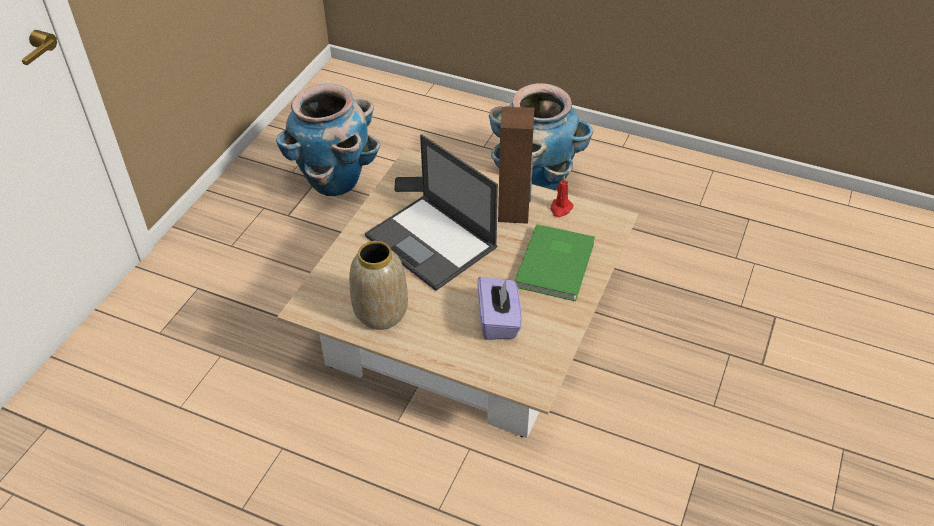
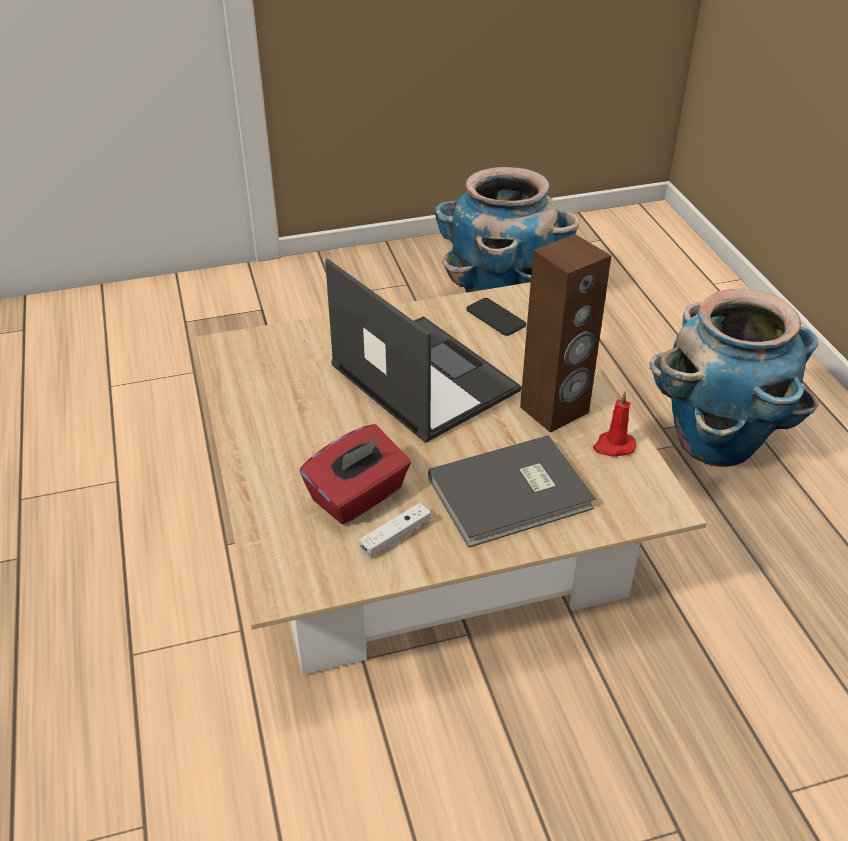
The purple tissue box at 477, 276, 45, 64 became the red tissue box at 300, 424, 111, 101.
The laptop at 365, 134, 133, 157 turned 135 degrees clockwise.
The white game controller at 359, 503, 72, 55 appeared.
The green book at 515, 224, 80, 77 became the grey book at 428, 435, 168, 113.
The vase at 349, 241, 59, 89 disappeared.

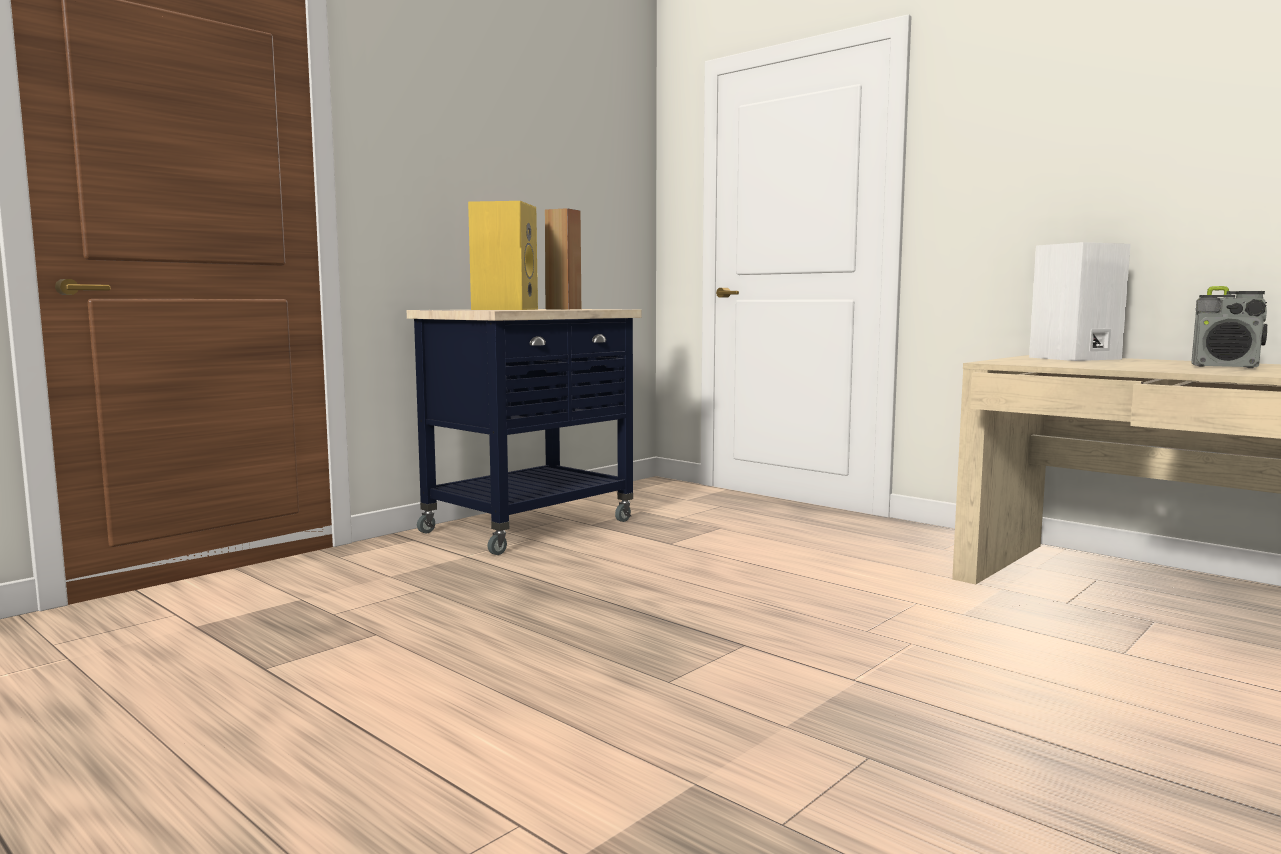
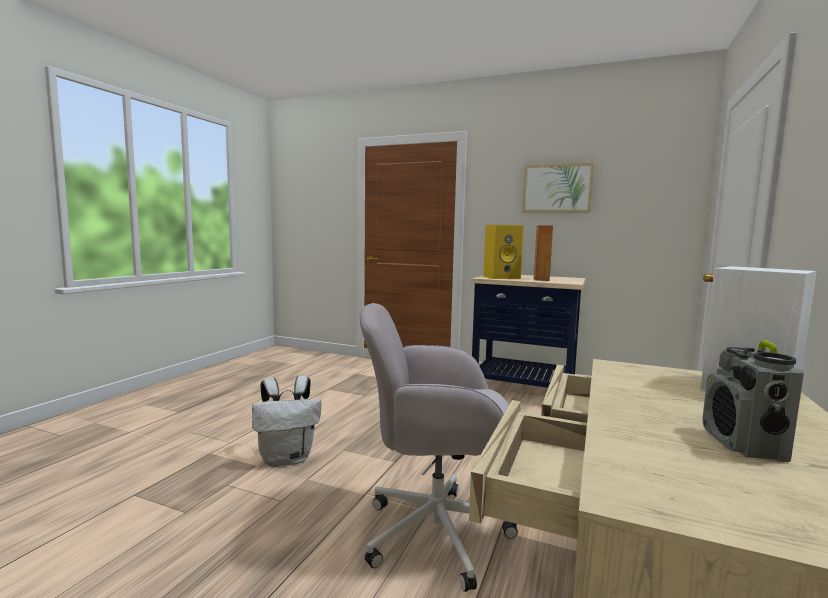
The white backpack at 252, 376, 70, 91 appeared.
The grey office chair at 360, 303, 158, 289 appeared.
The picture at 522, 163, 72, 50 appeared.

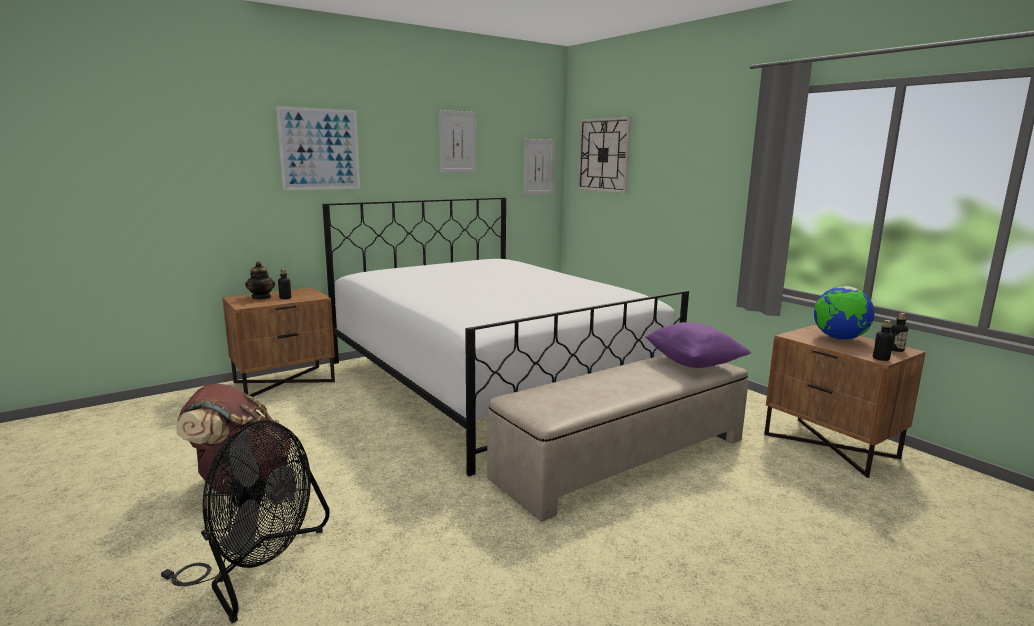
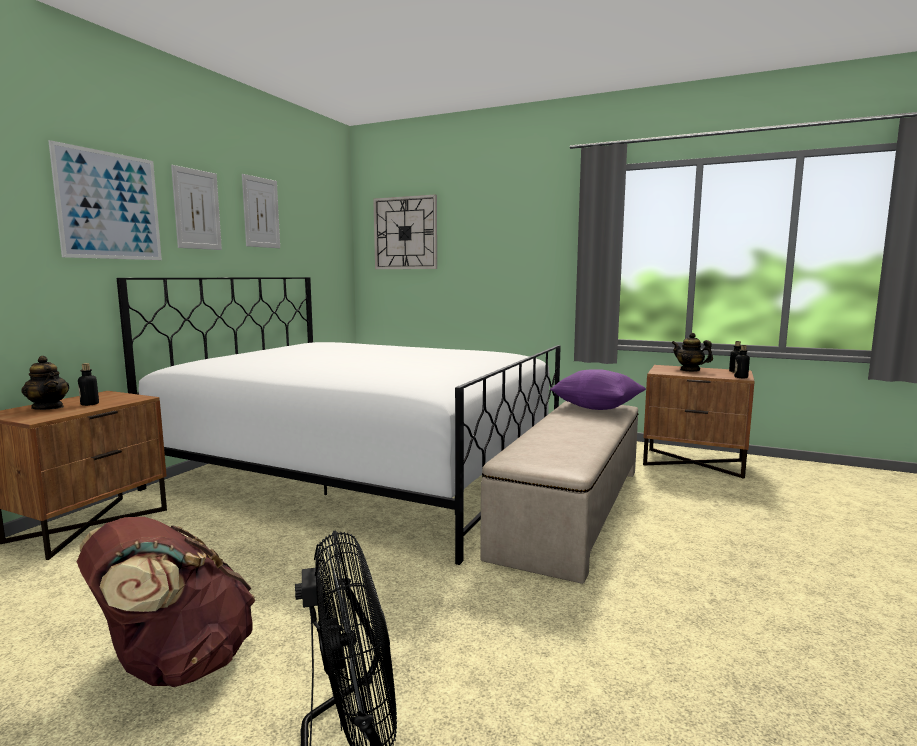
The picture moved from 524, 139, 31, 56 to 171, 165, 51, 85.
The globe at 814, 286, 61, 54 was replaced by the teapot at 672, 333, 41, 39.

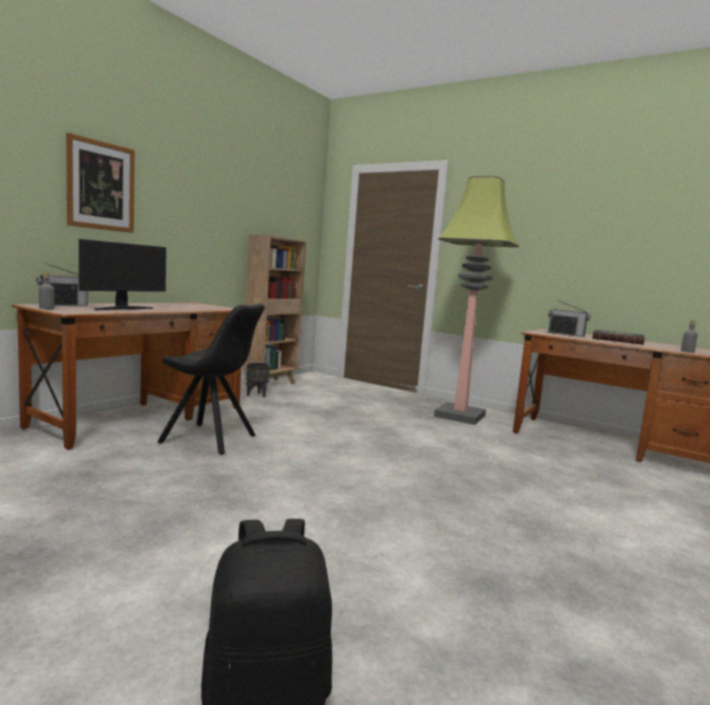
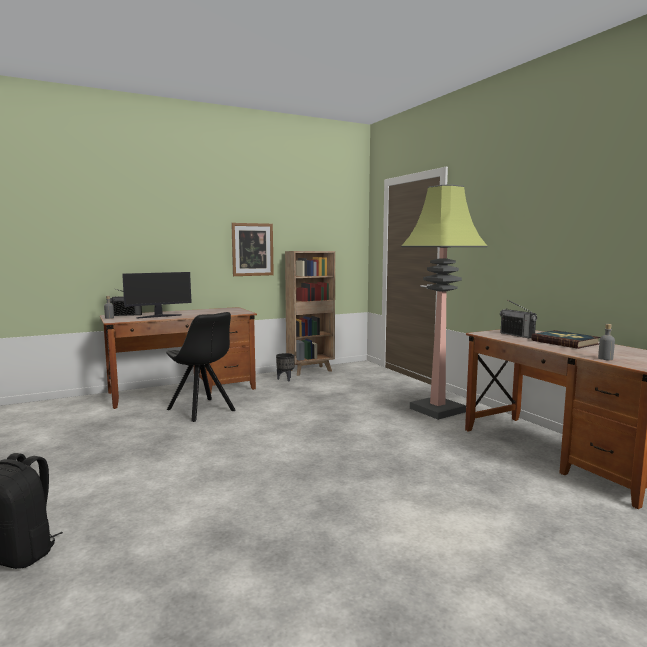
The picture moved from 66, 133, 69, 100 to 231, 223, 43, 53.

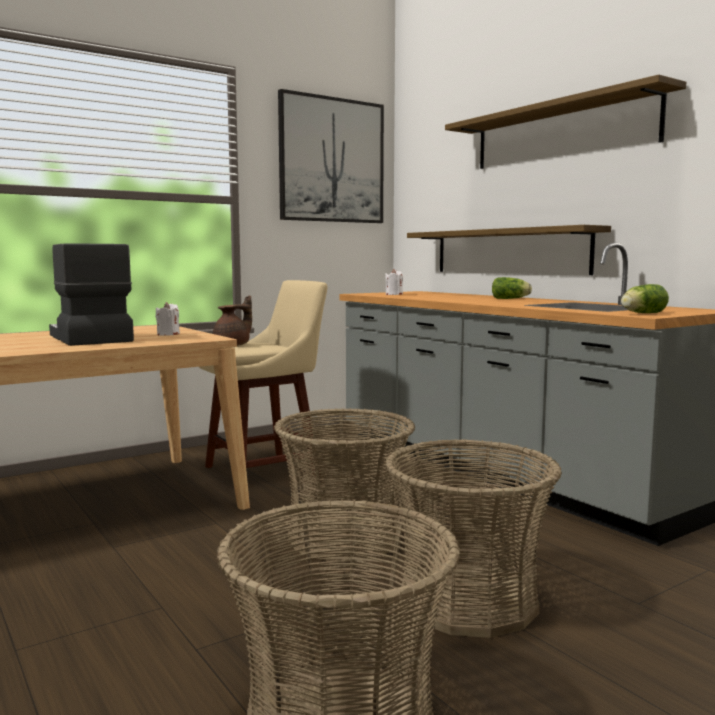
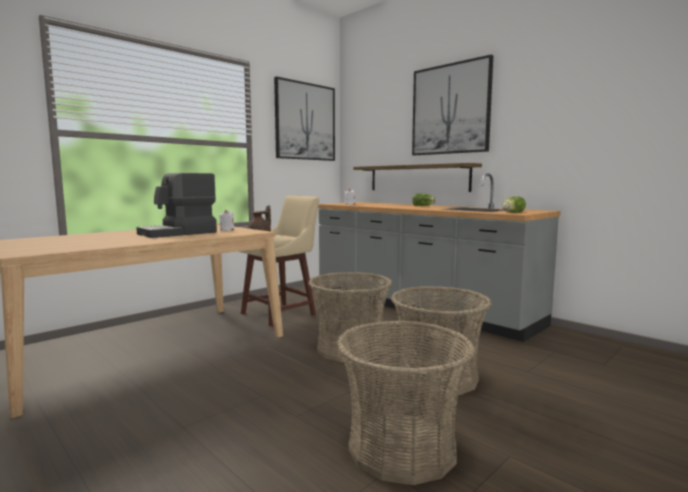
The coffee machine at 49, 243, 85, 103 turned 90 degrees counterclockwise.
The shelf at 445, 75, 241, 94 was replaced by the picture at 412, 55, 81, 100.

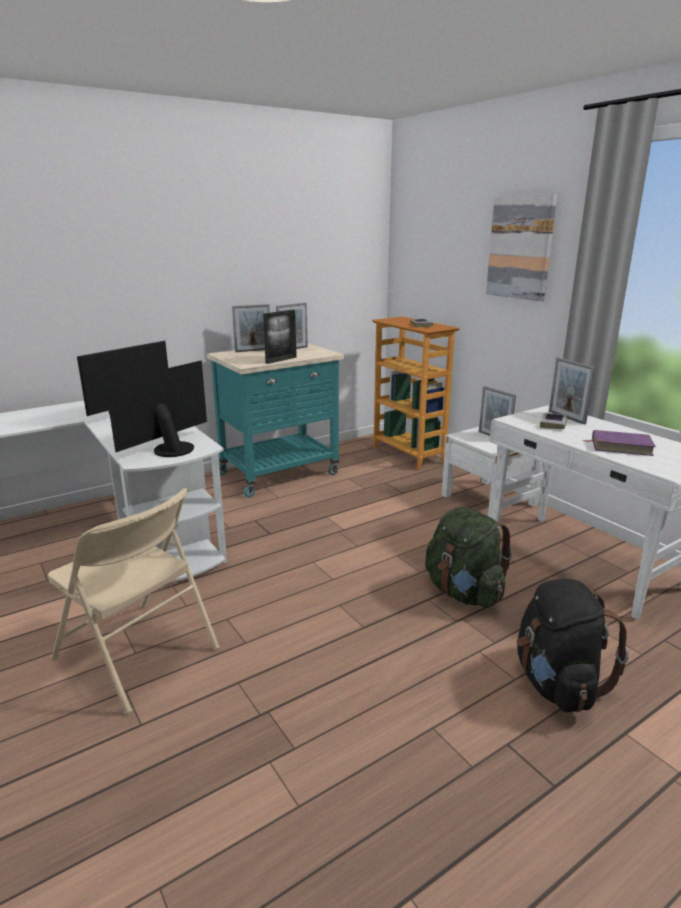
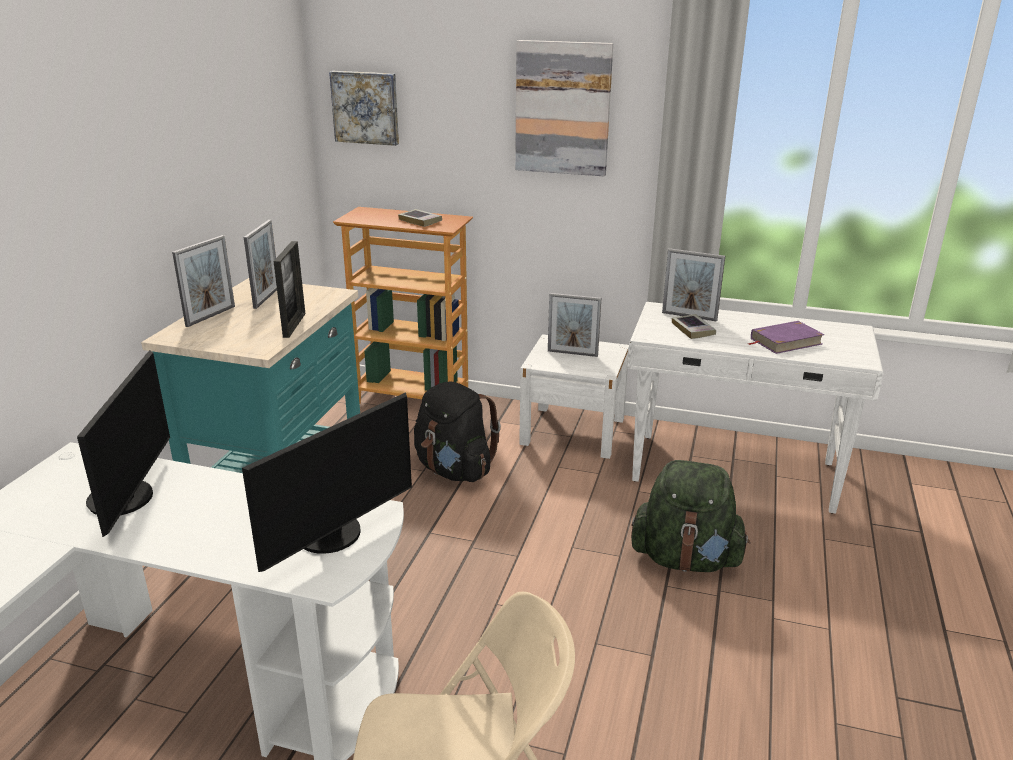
The monitor at 105, 360, 102, 97 turned 135 degrees counterclockwise.
The picture at 329, 71, 70, 75 appeared.
The black backpack moved from 517, 579, 112, 133 to 414, 381, 87, 101.

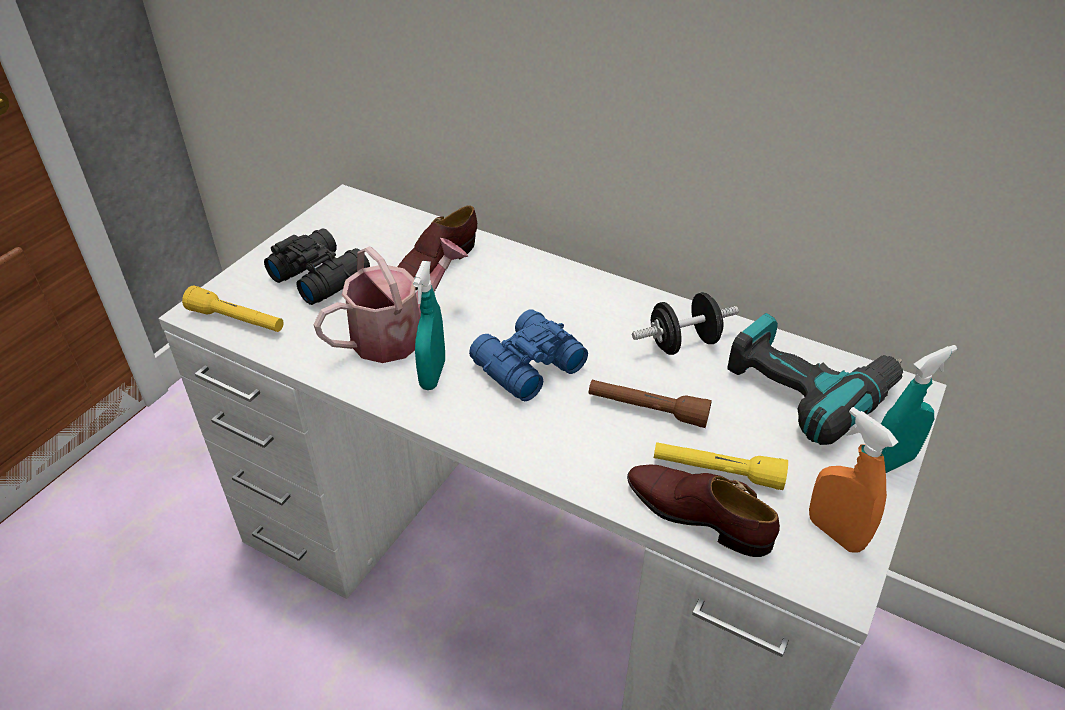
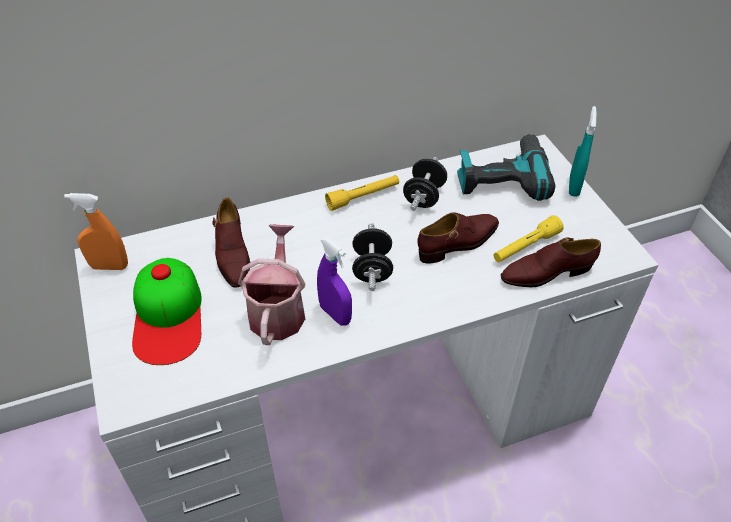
The orange spray bottle moved from 809, 407, 89, 146 to 64, 193, 64, 77.
The black binoculars at 264, 229, 106, 76 was replaced by the cap at 132, 258, 69, 107.
The turquoise spray bottle at 413, 261, 32, 129 became the purple spray bottle at 317, 237, 35, 89.
The yellow flashlight moved from 182, 285, 102, 47 to 325, 175, 74, 36.
The blue binoculars at 469, 309, 119, 92 was replaced by the black dumbbell at 352, 223, 41, 68.
The brown flashlight at 589, 380, 123, 48 was replaced by the brown shoe at 417, 212, 82, 52.

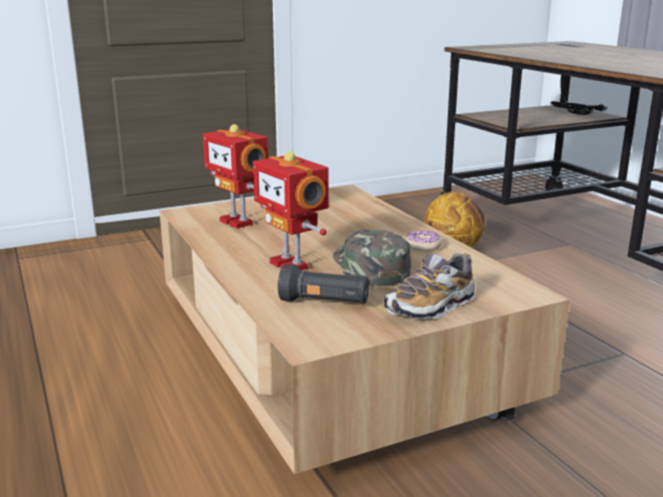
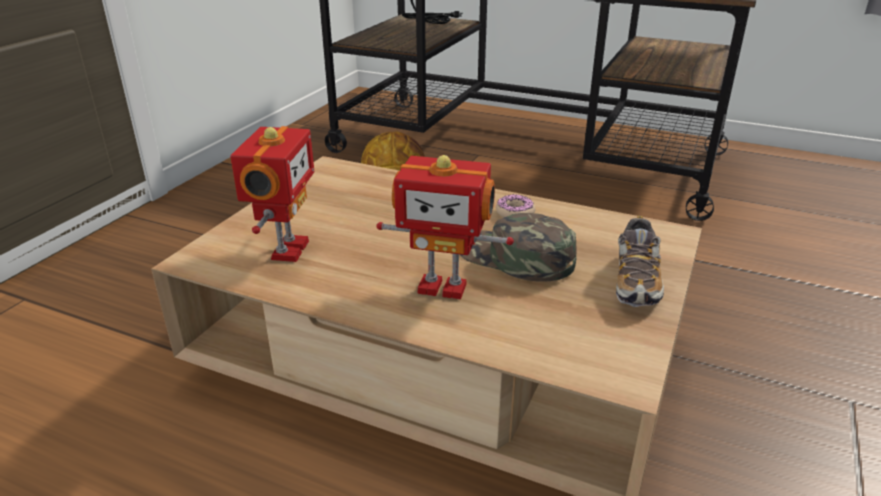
The toy robot at 203, 124, 65, 105 turned 90 degrees counterclockwise.
The black flashlight at 278, 264, 91, 40 disappeared.

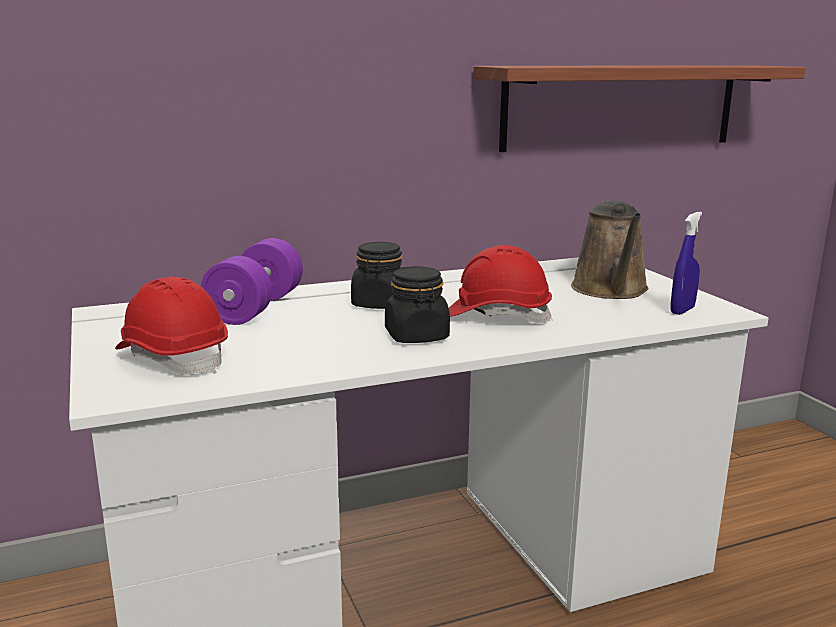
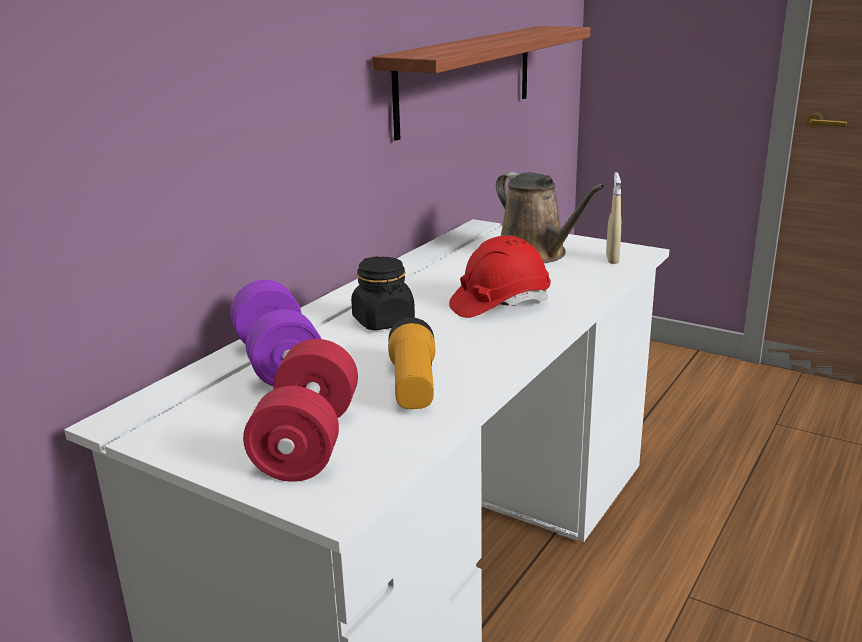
The red hard hat at 115, 276, 113, 99 was replaced by the red dumbbell at 243, 339, 115, 143.
The flashlight at 388, 317, 48, 92 appeared.
The blue spray bottle at 671, 212, 31, 103 became the beige spray bottle at 606, 172, 15, 92.
The black jar at 385, 266, 65, 77 disappeared.

